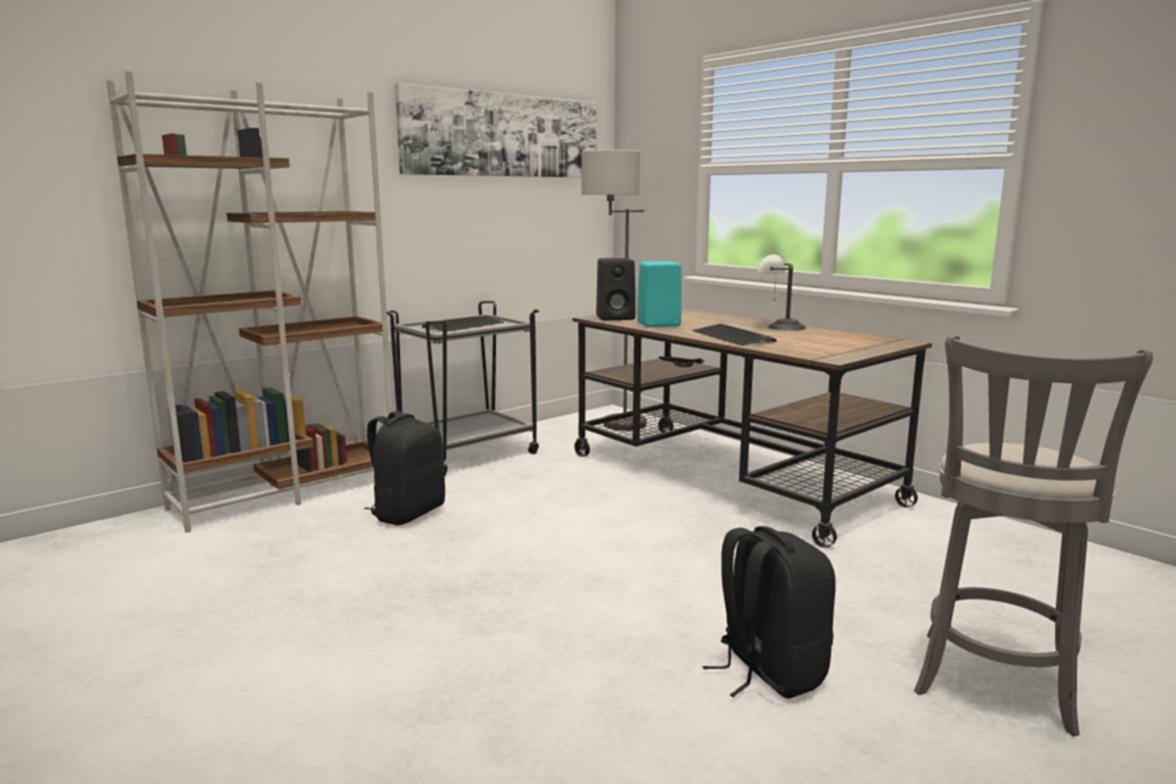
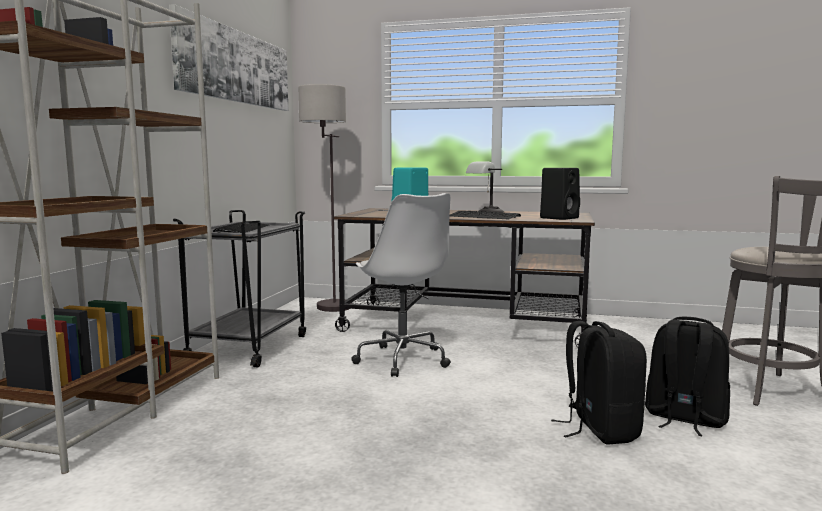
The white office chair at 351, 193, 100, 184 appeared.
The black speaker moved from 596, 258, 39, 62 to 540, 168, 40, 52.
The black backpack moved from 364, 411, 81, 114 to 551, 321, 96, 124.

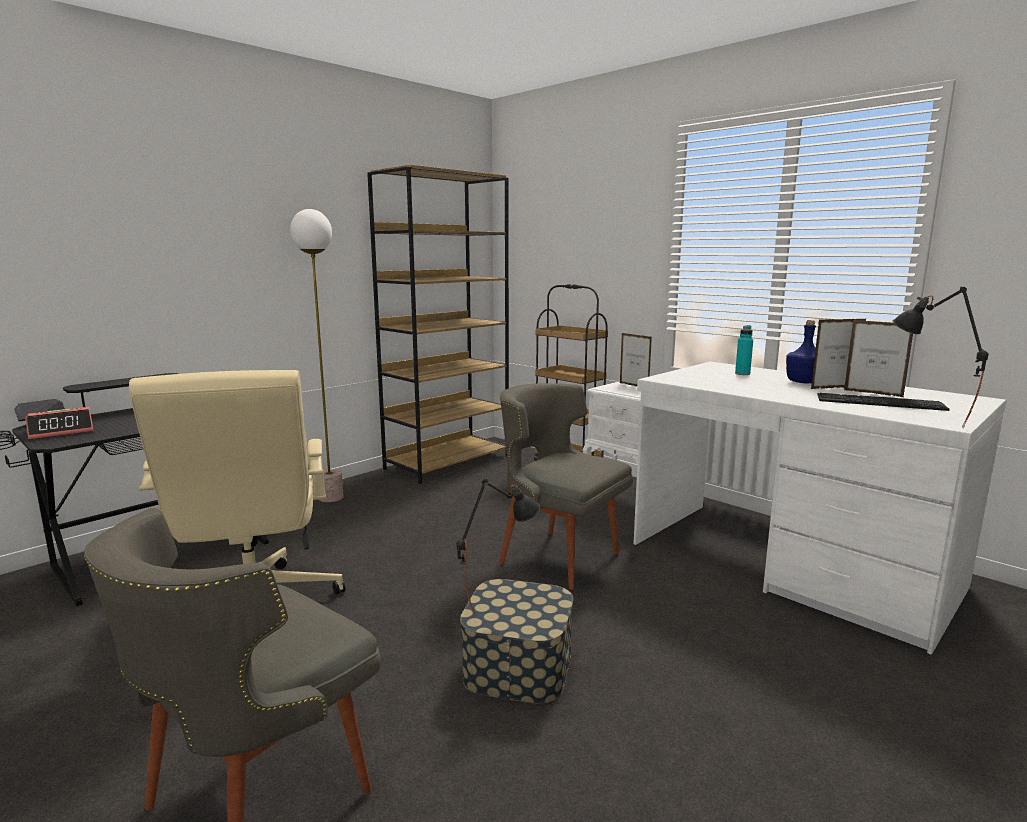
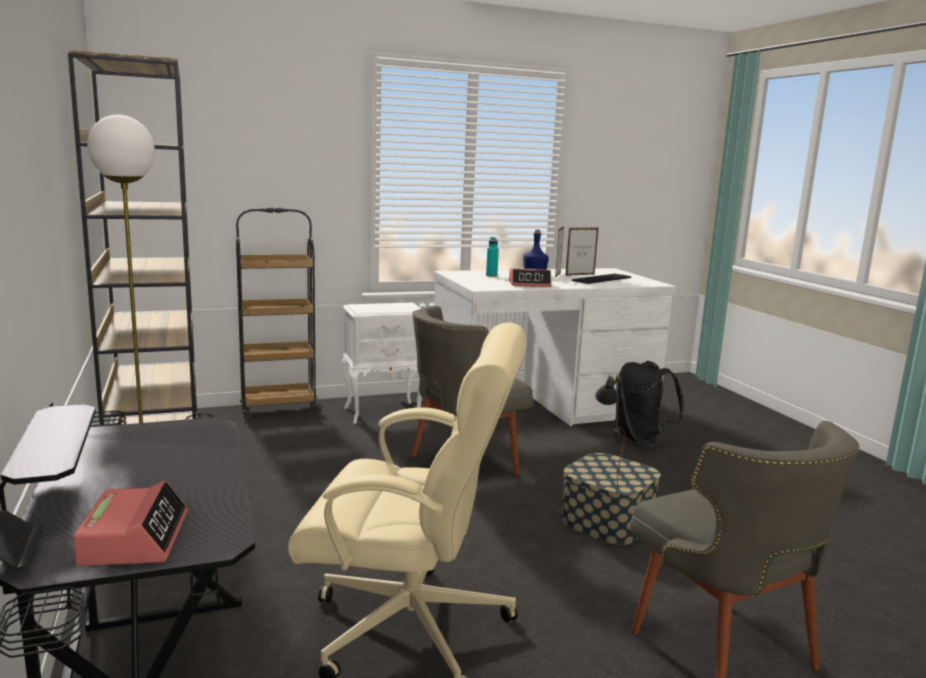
The alarm clock at 509, 269, 42, 18 appeared.
The black backpack at 615, 361, 69, 86 appeared.
The picture frame at 620, 333, 32, 53 disappeared.
The black table lamp at 893, 287, 96, 141 disappeared.

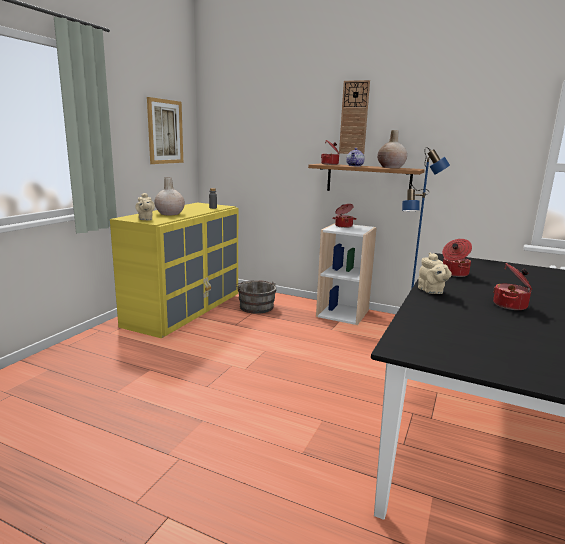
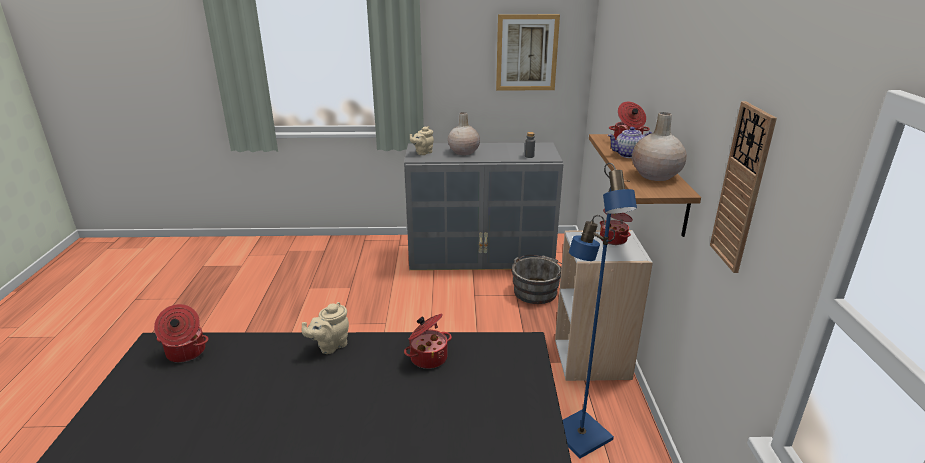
The cooking pot moved from 493, 263, 39, 47 to 154, 304, 54, 59.
The yellow cabinet at 110, 203, 128, 136 became the grey cabinet at 404, 143, 159, 127.
The wall clock moved from 339, 80, 31, 74 to 710, 101, 67, 172.

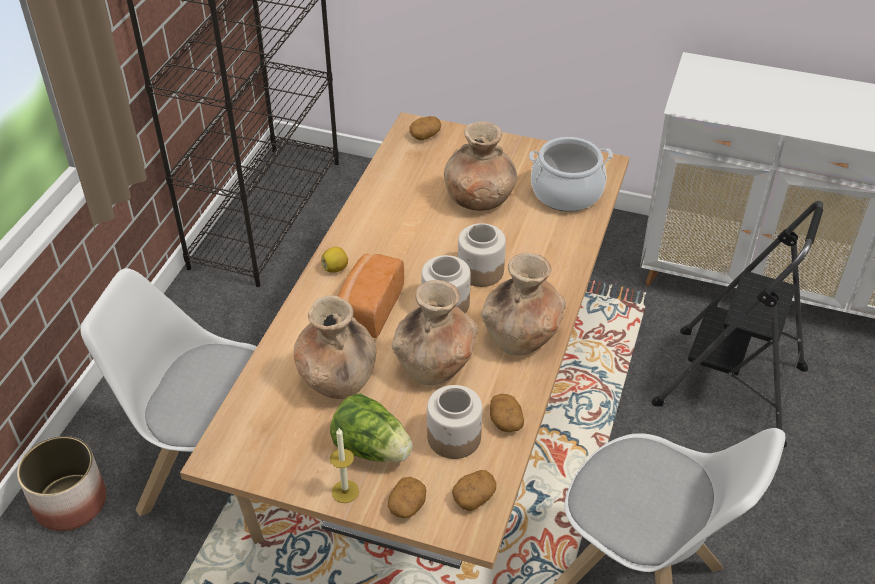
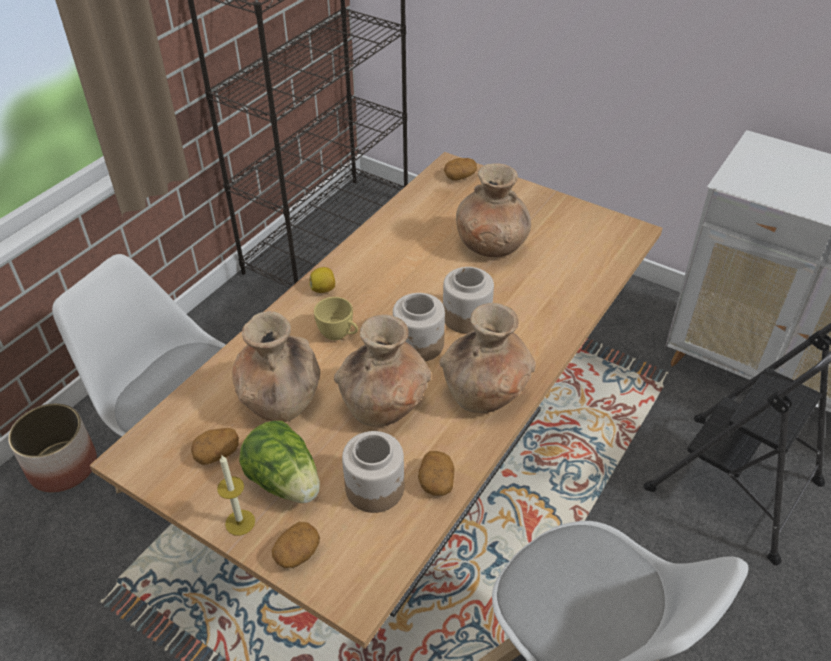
The potato moved from 452, 470, 44, 41 to 191, 428, 48, 37.
The bread at 338, 254, 66, 84 was replaced by the yellow cup at 314, 297, 44, 43.
The cooking pot at 529, 137, 84, 75 disappeared.

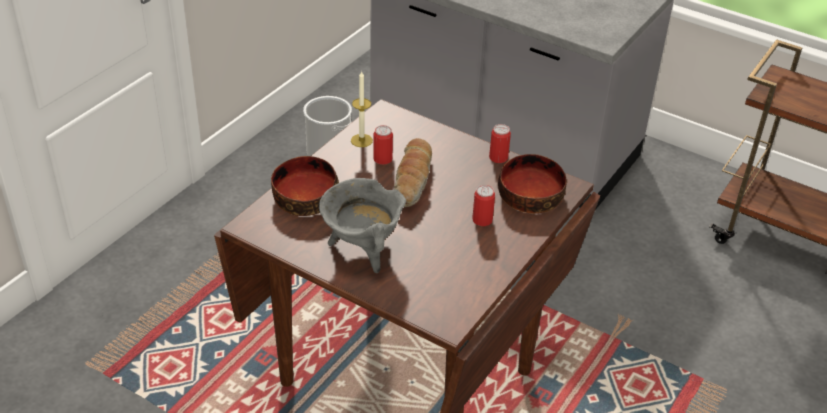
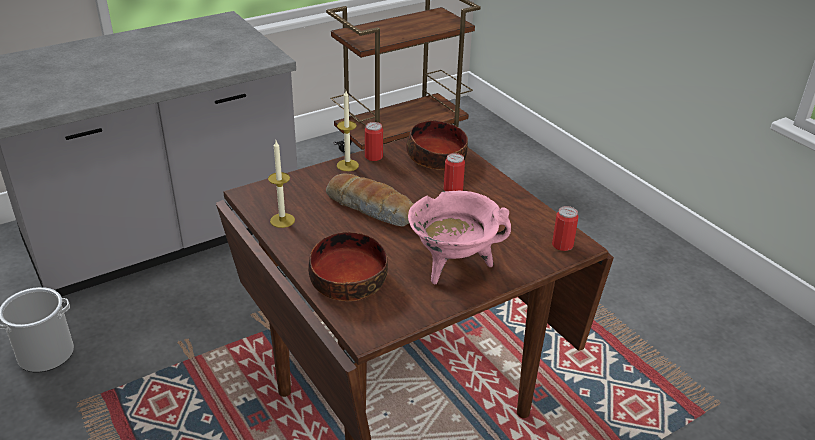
The candle at 337, 91, 22, 80 appeared.
The grey cooking pot at 319, 178, 87, 95 became the pink cooking pot at 408, 191, 103, 93.
The can moved from 373, 125, 20, 40 to 552, 206, 26, 45.

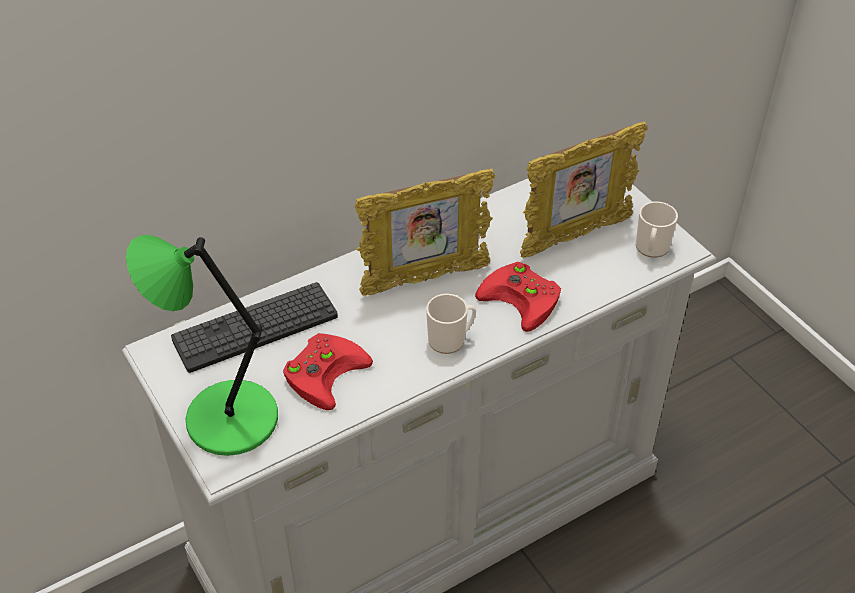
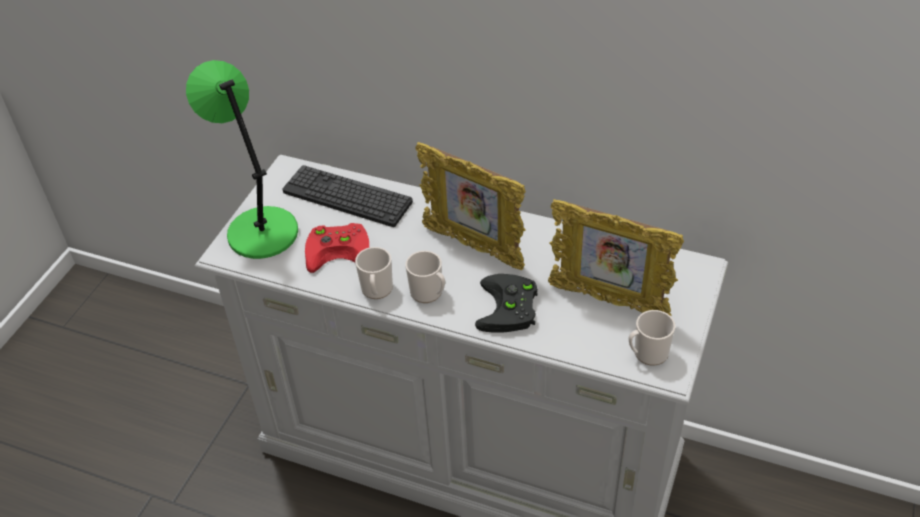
The mug at 355, 247, 38, 52 appeared.
The red game controller at 475, 262, 86, 70 became the black game controller at 475, 274, 63, 59.

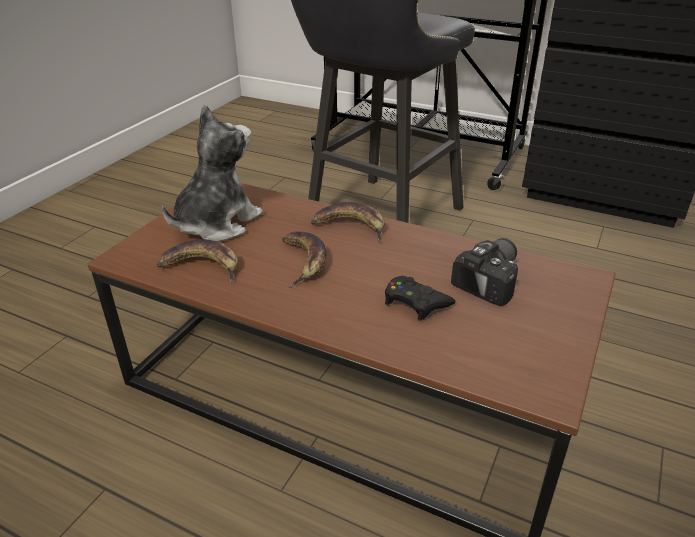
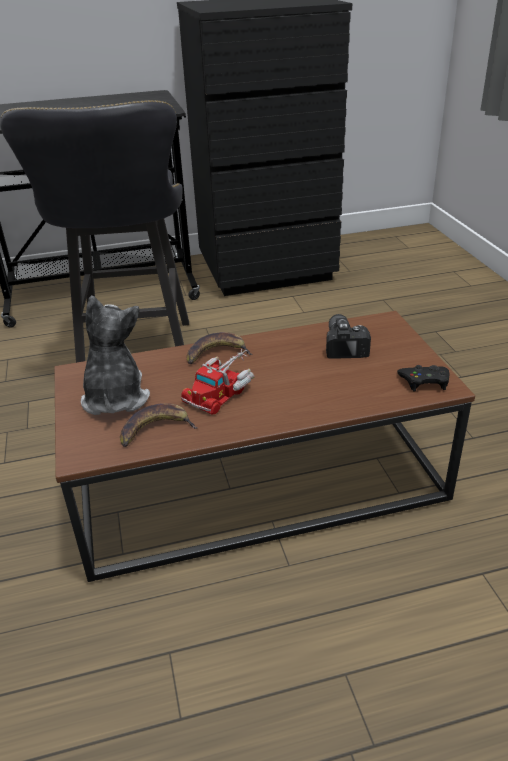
The banana at 282, 231, 44, 57 was replaced by the toy truck at 181, 349, 73, 65.
The black game controller moved from 385, 276, 71, 45 to 397, 365, 52, 26.

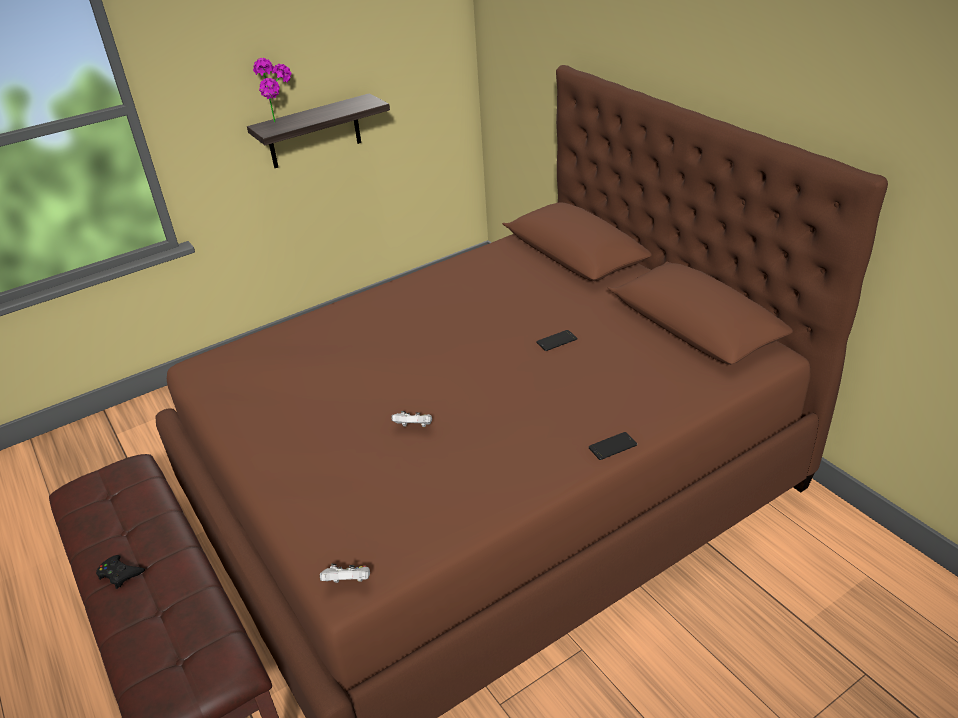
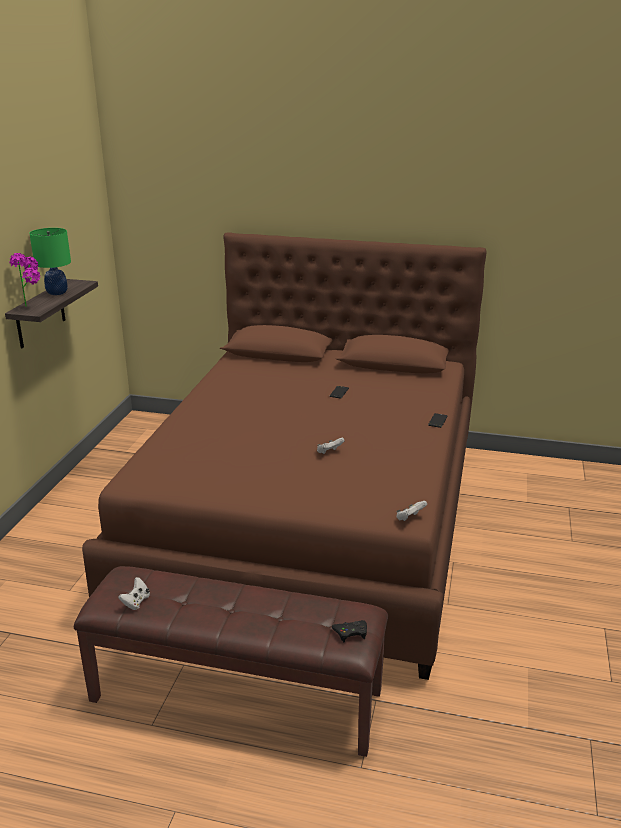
The green table lamp at 29, 228, 42, 67 appeared.
The white game controller at 118, 577, 32, 33 appeared.
The black game controller moved from 96, 555, 49, 34 to 332, 620, 35, 22.

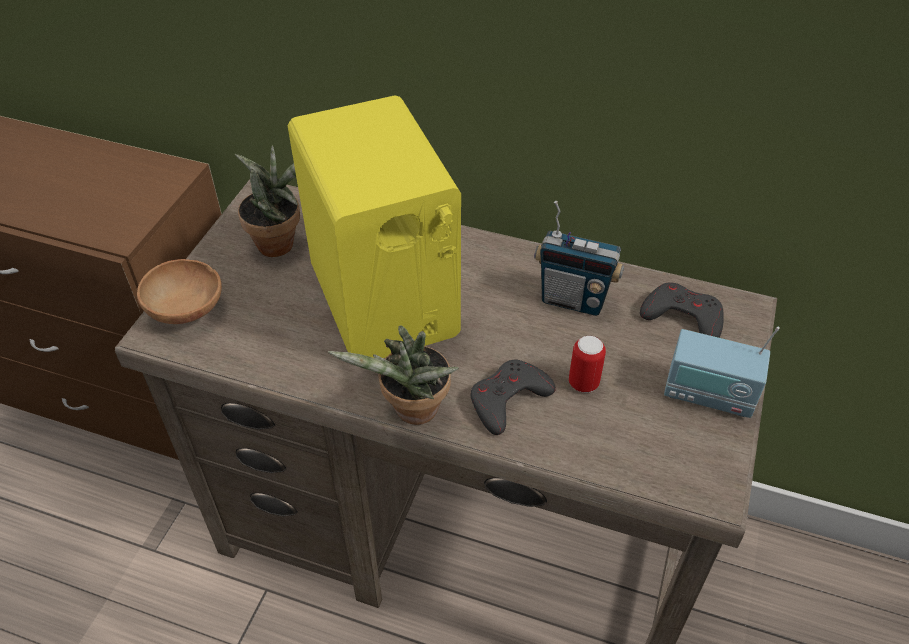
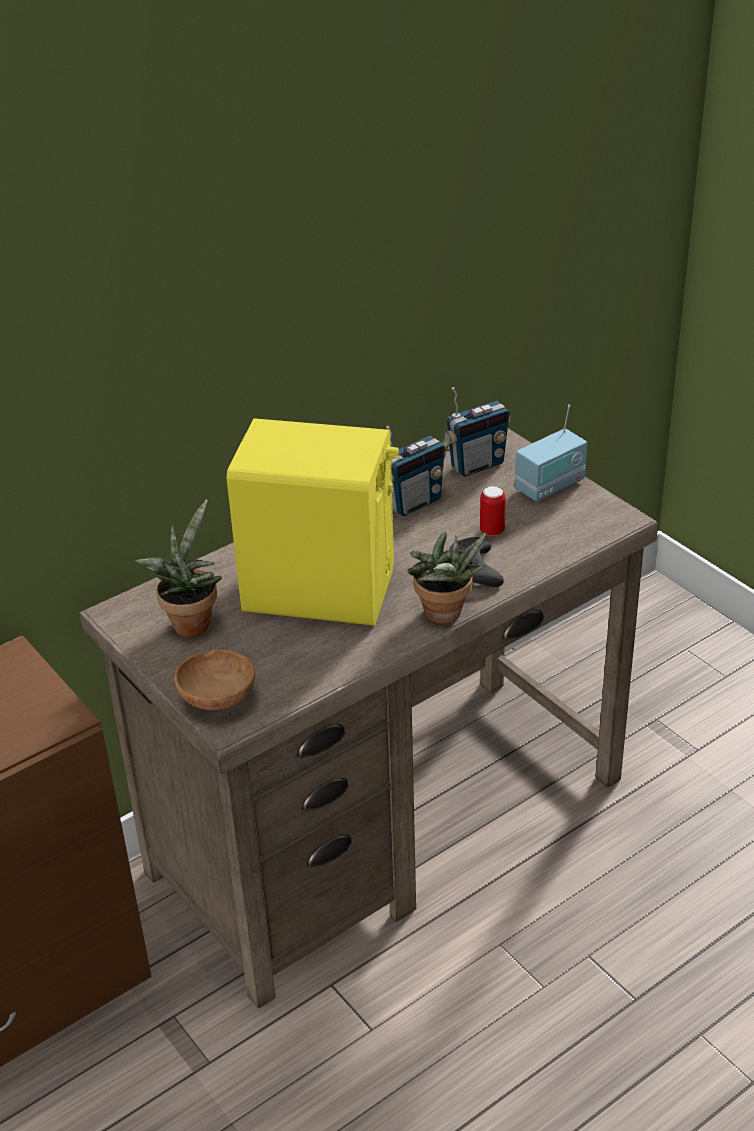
The grey game controller at 640, 282, 84, 56 was replaced by the radio at 441, 387, 70, 90.

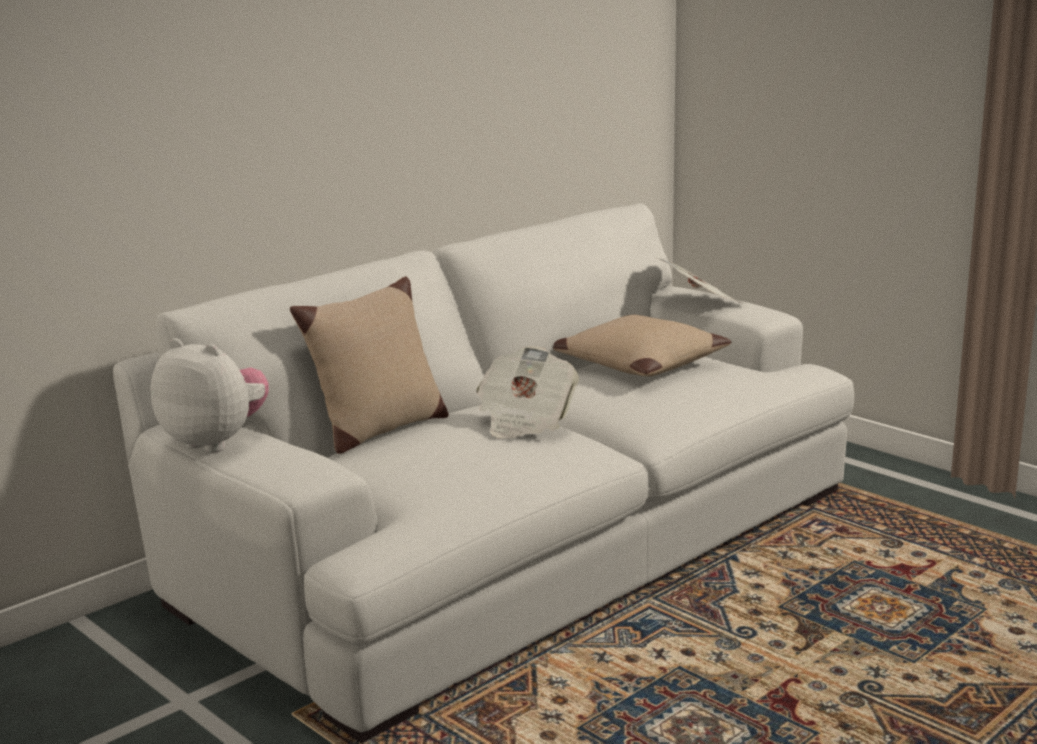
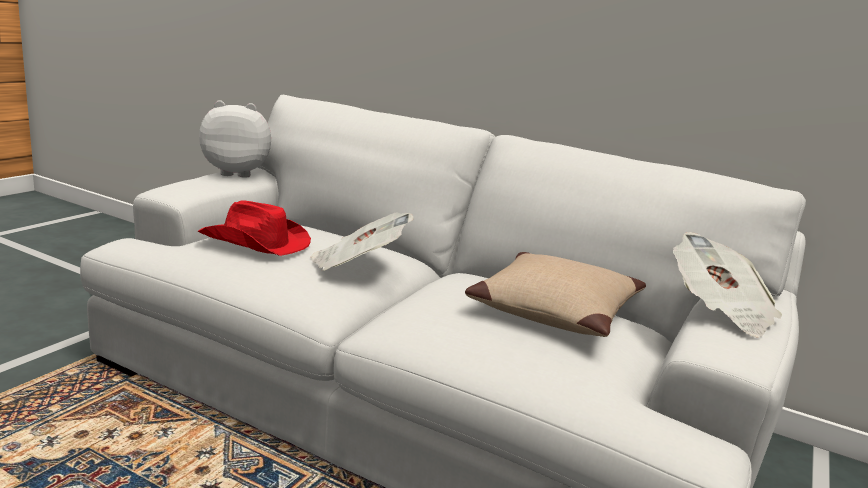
The red hat at 198, 200, 113, 56 appeared.
The plush toy at 151, 338, 118, 115 turned 105 degrees counterclockwise.
The beige pillow at 290, 277, 159, 177 disappeared.

